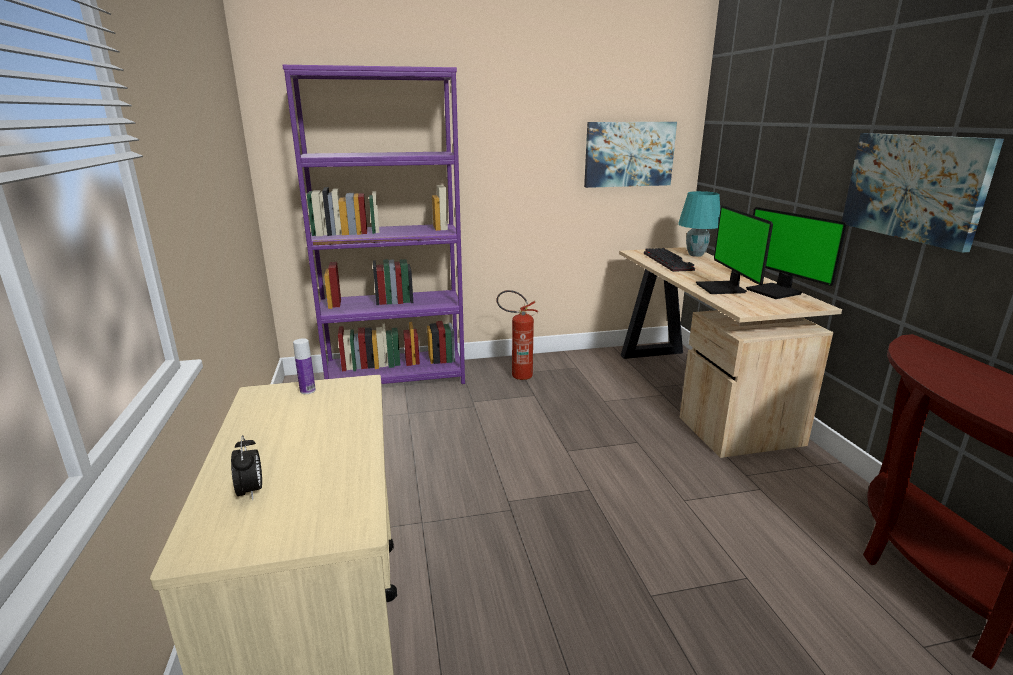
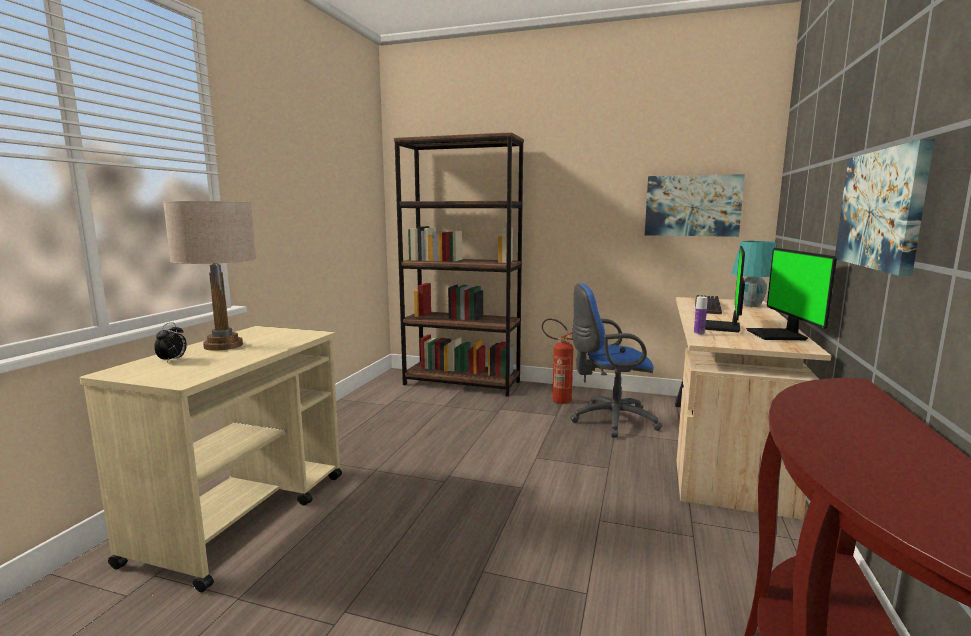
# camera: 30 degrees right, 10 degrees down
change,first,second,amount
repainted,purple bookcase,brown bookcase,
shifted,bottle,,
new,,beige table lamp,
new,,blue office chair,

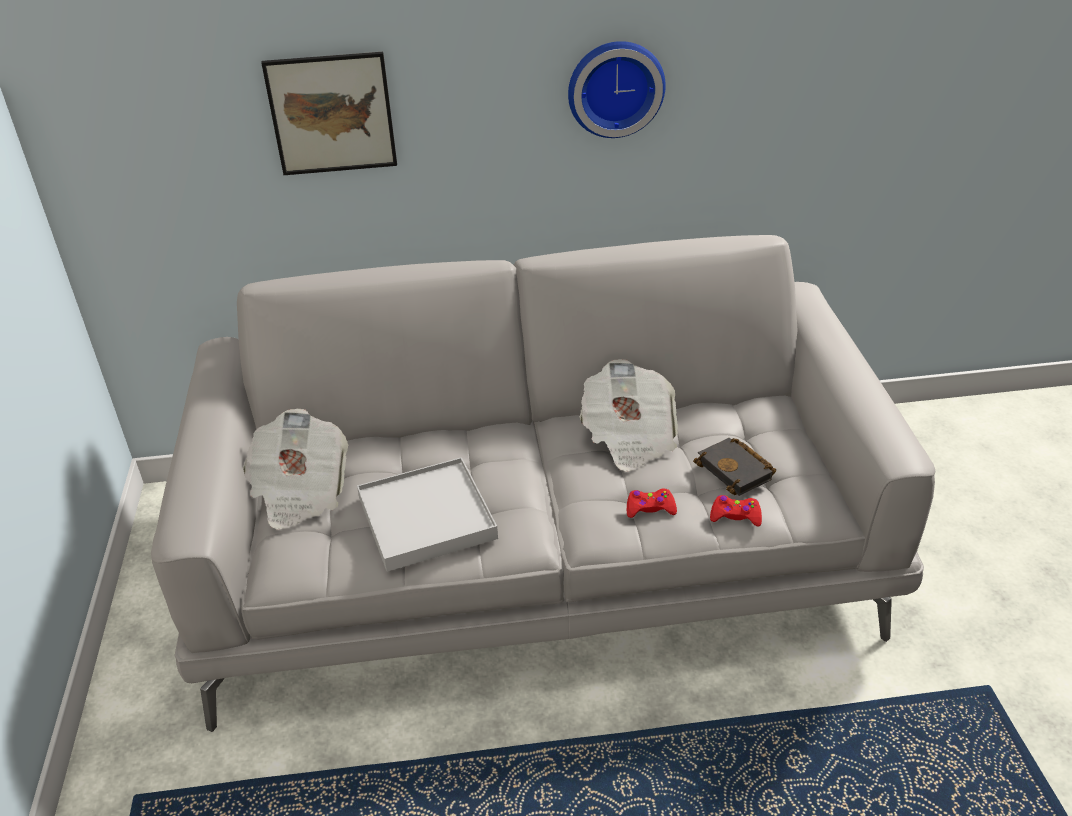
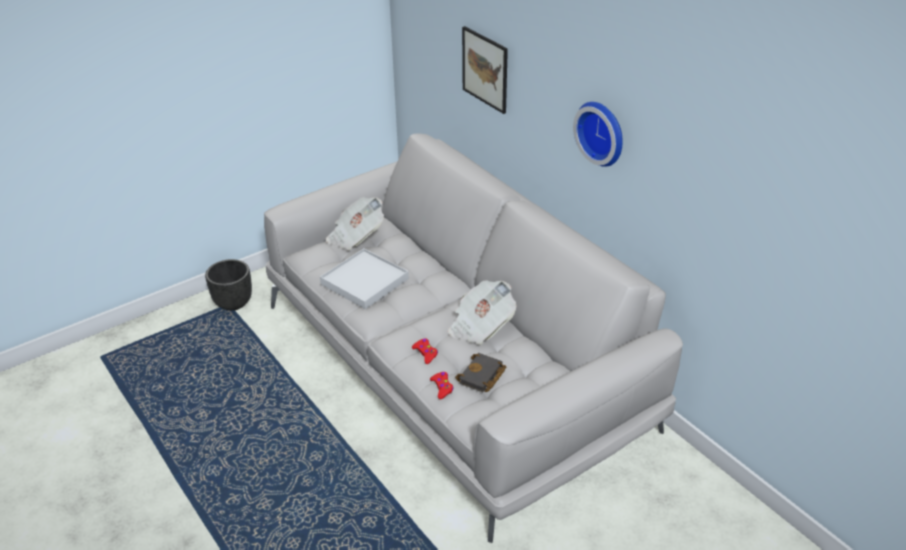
# camera: 60 degrees right, 0 degrees up
change,first,second,amount
new,,black planter,

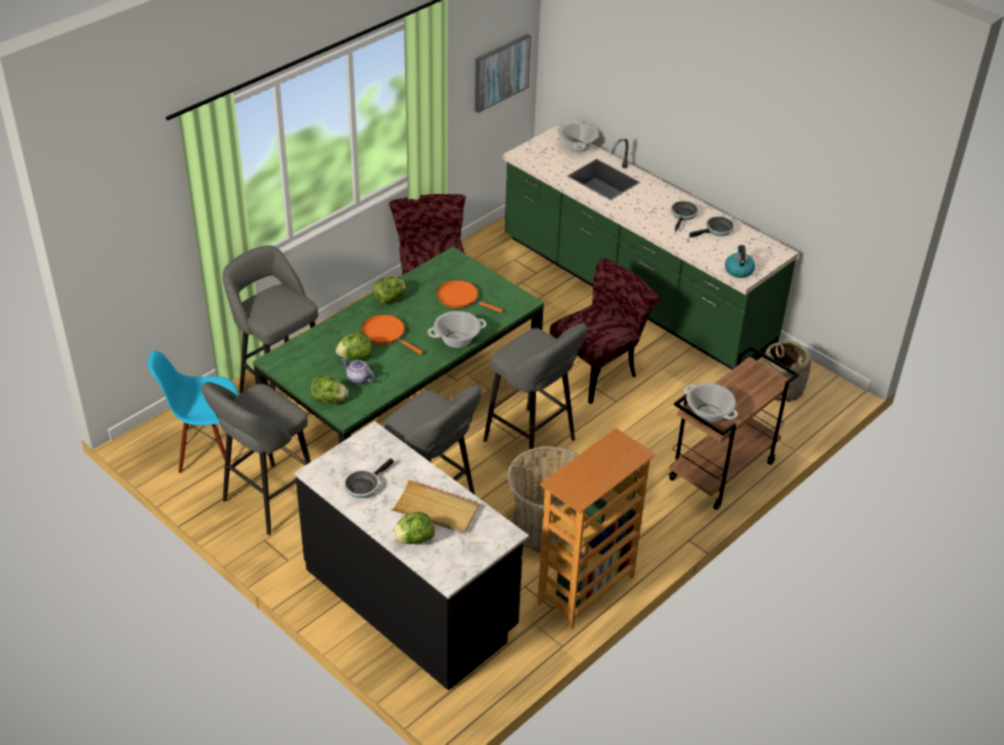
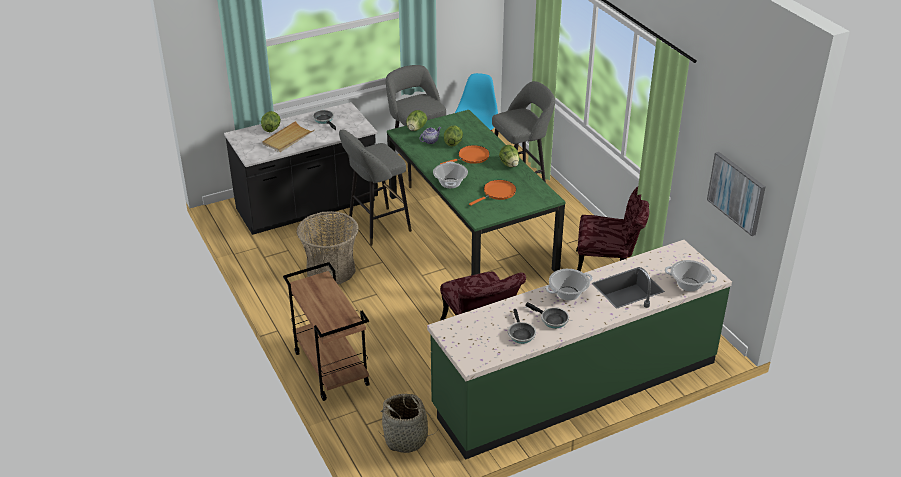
# camera: 110 degrees right, 5 degrees down
change,first,second,amount
gone,grey stool (no. 4 from left),,
gone,bookcase,,
shifted,cooking pot (no. 3 from left in the first image),cooking pot (no. 2 from left),
gone,kettle,,

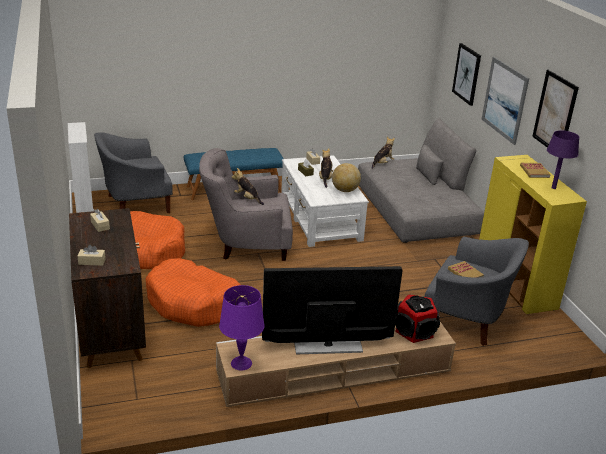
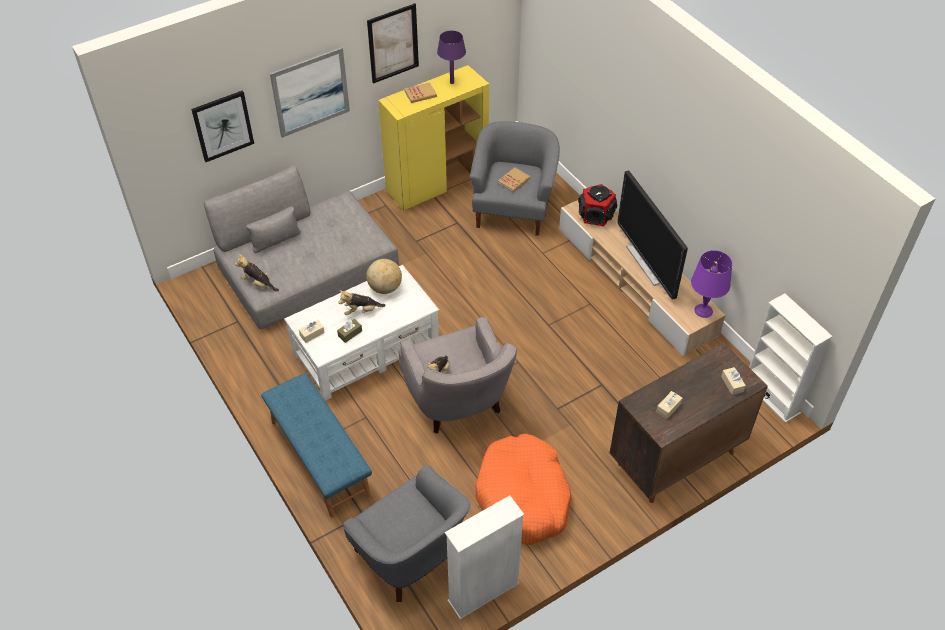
# camera: 105 degrees left, 20 degrees up
change,first,second,amount
gone,orange dog bed (no. 2 from left),,
new,,white bookcase (no. 2 from left),

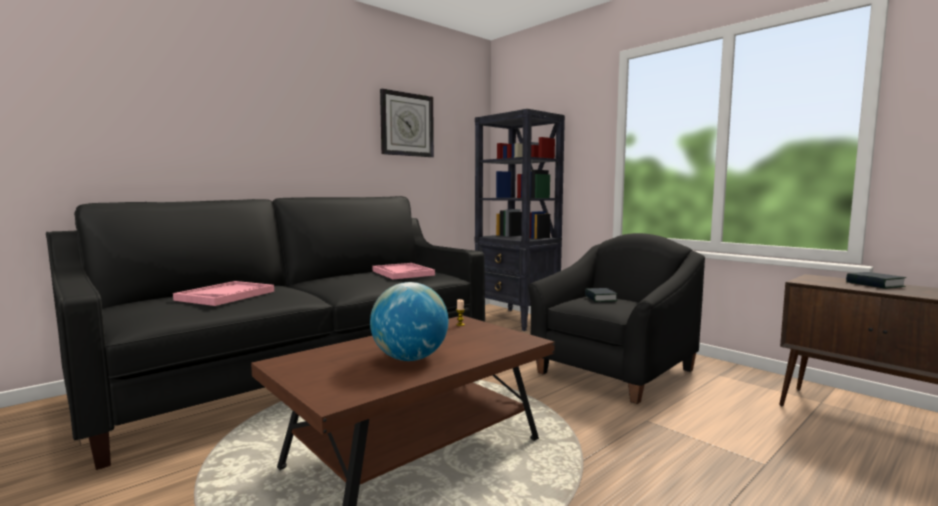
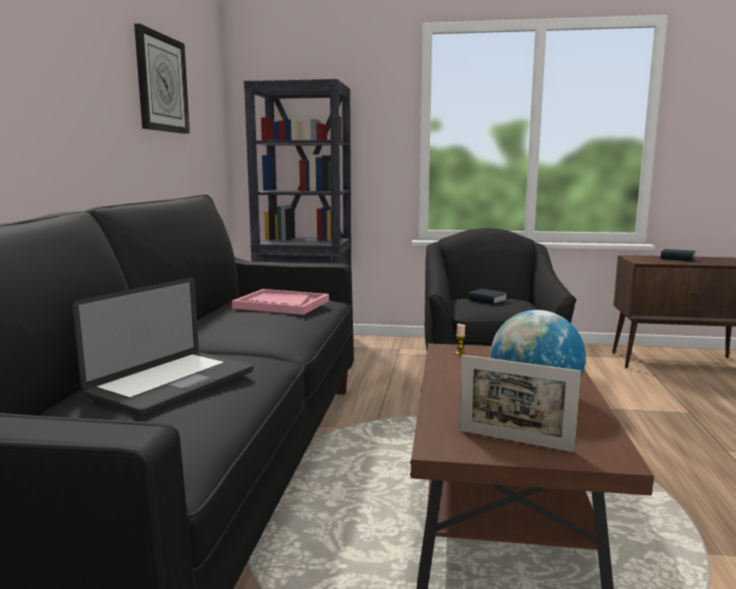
# camera: 40 degrees left, 5 degrees up
change,first,second,amount
swapped,pink tray (no. 1 from left),laptop,
new,,picture frame,

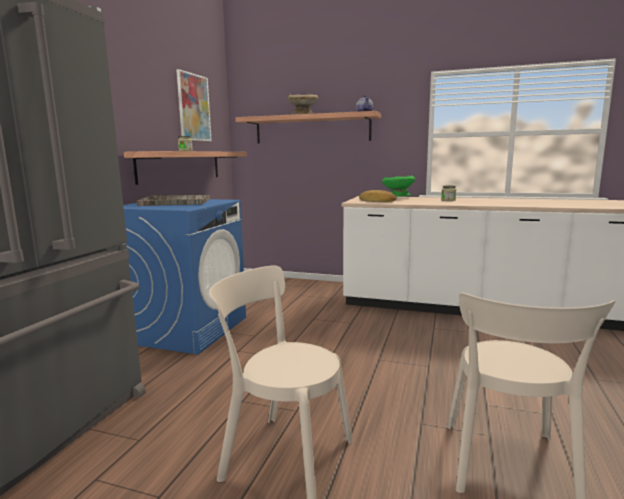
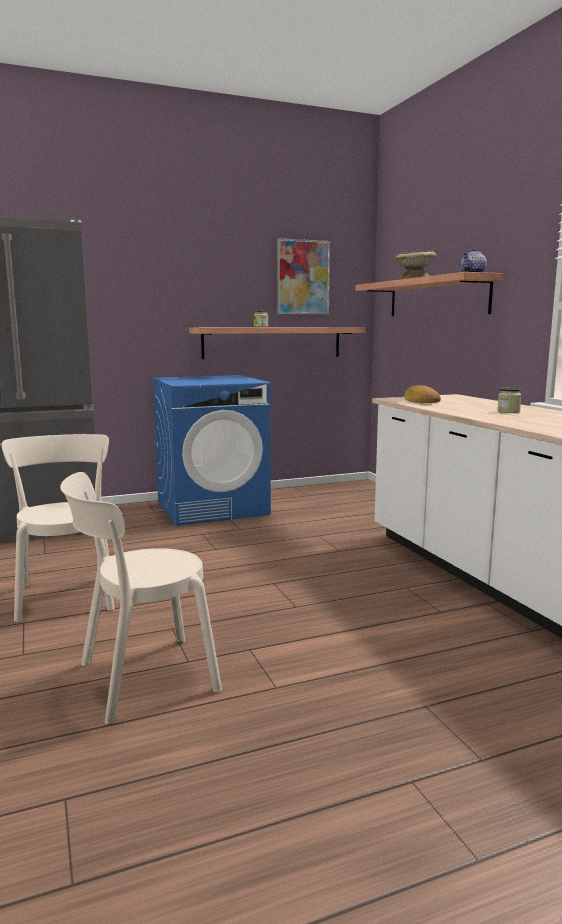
# camera: 50 degrees right, 0 degrees up
change,first,second,amount
gone,grey tray,,
gone,green bowl,,

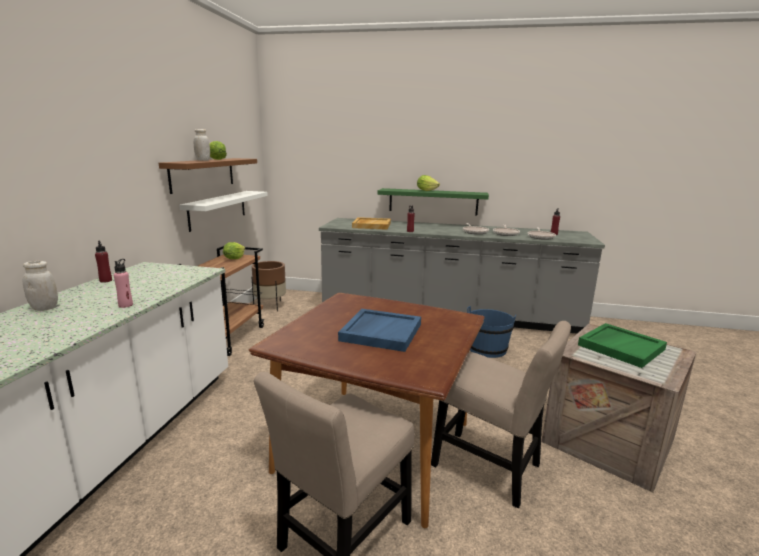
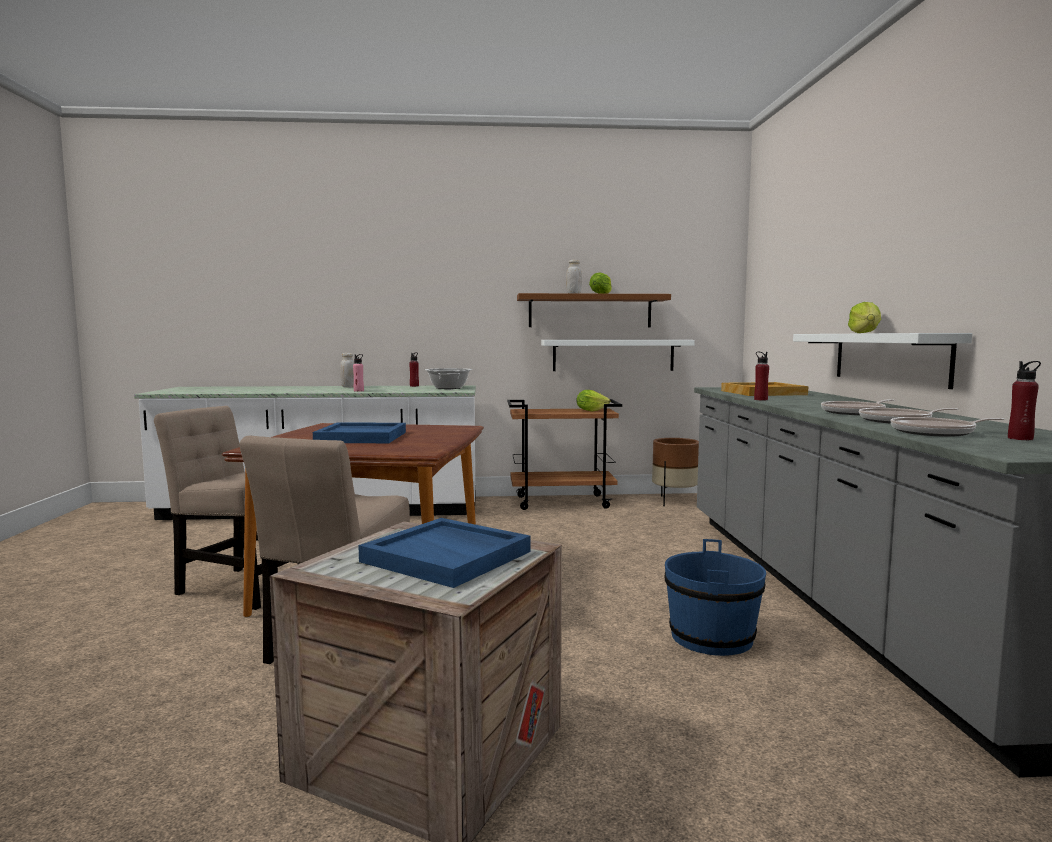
# camera: 75 degrees right, 10 degrees down
change,first,second,amount
repainted,green shelf,white shelf (no. 2 from left),
repainted,green tray,blue tray (no. 2 from left),
new,,cooking pot,

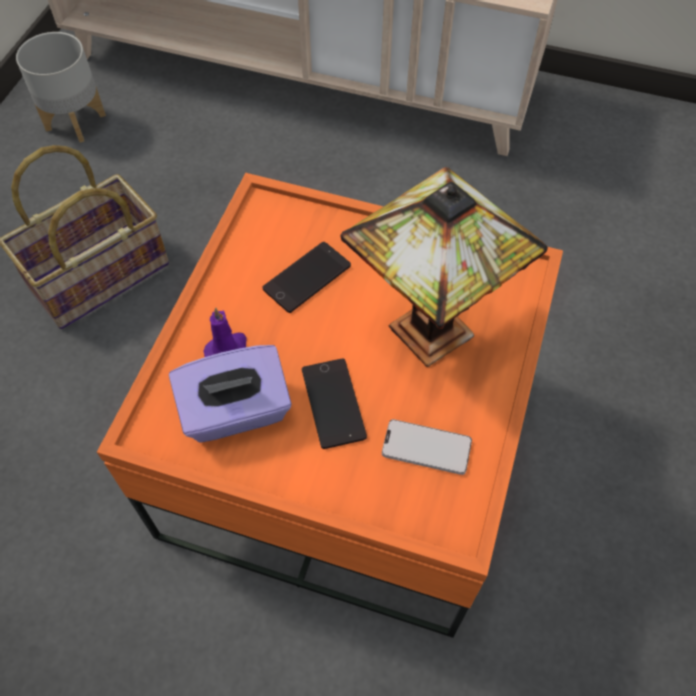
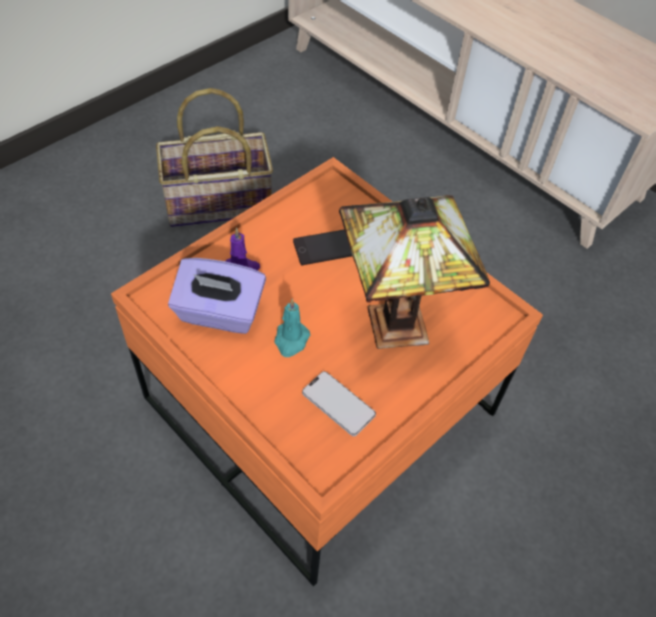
# camera: 25 degrees right, 5 degrees down
change,first,second,amount
gone,grey planter,,
swapped,phone (no. 2 from left),turquoise candle,

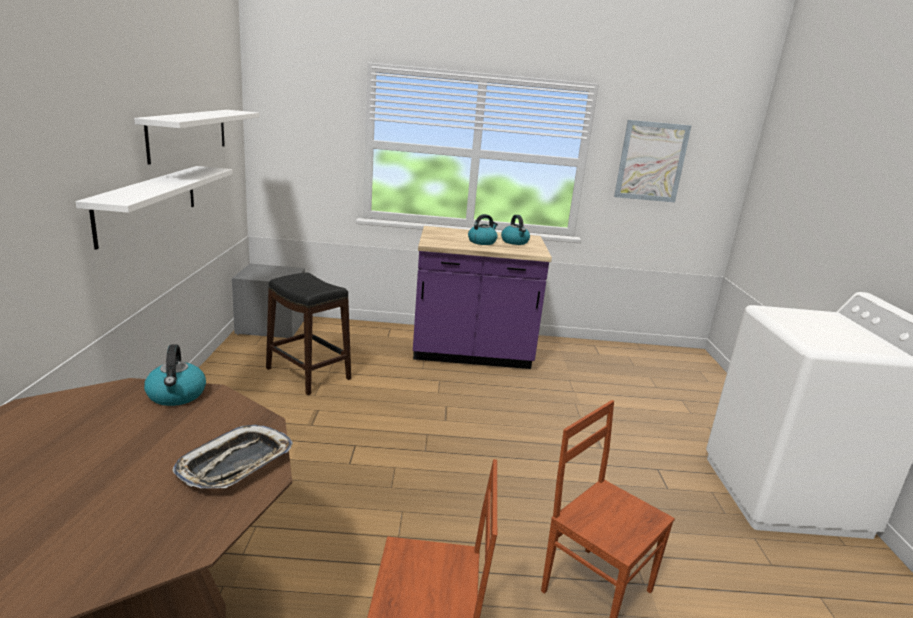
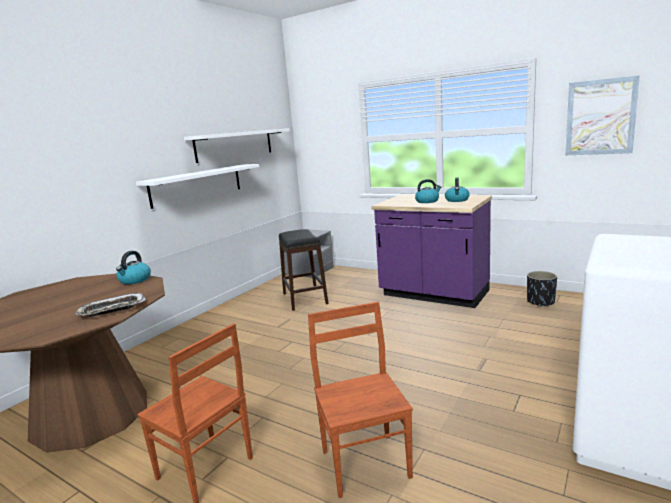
# camera: 35 degrees right, 5 degrees down
change,first,second,amount
new,,black planter,

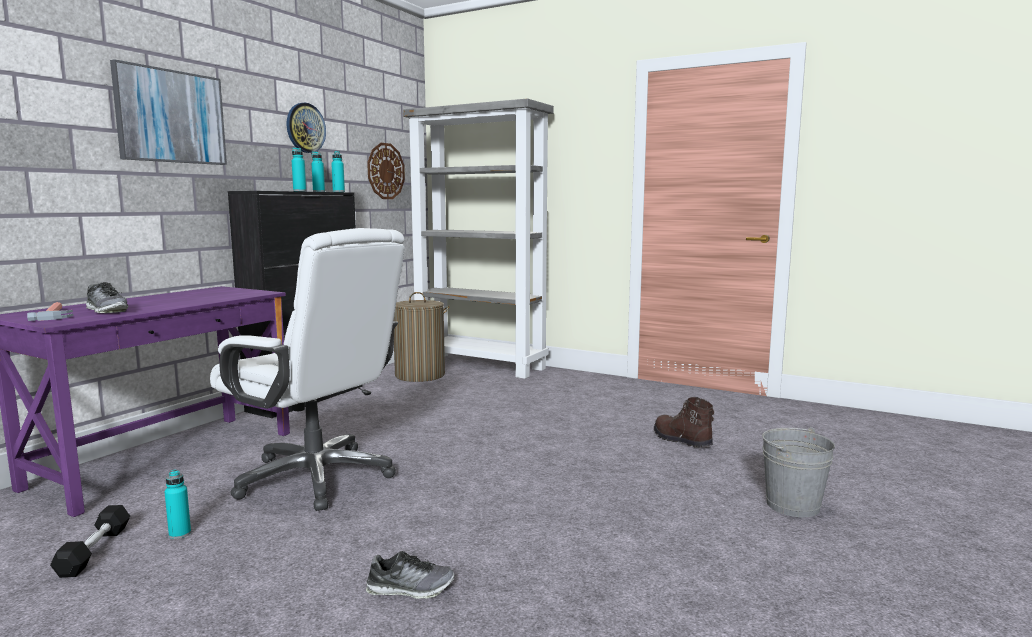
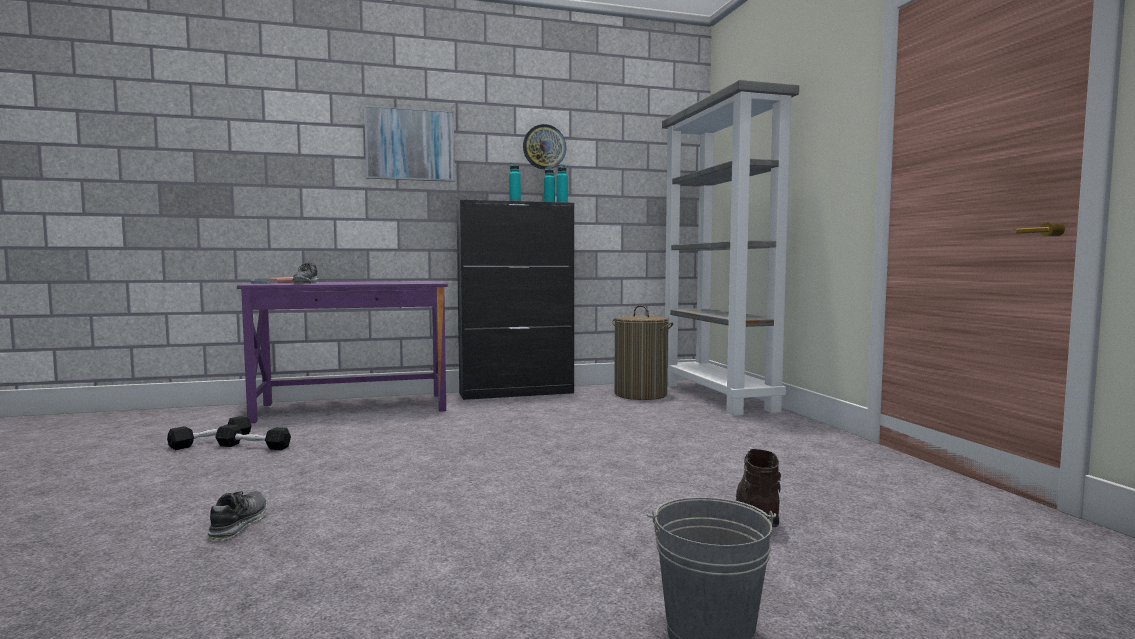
# camera: 45 degrees right, 5 degrees down
change,first,second,amount
swapped,turquoise bottle (no. 1 from left),black dumbbell (no. 2 from left),
gone,white office chair,,
rotated,shoe (no. 2 from left in the first image),shoe (no. 1 from left),135 degrees counterclockwise
gone,wall clock (no. 2 from left),,

